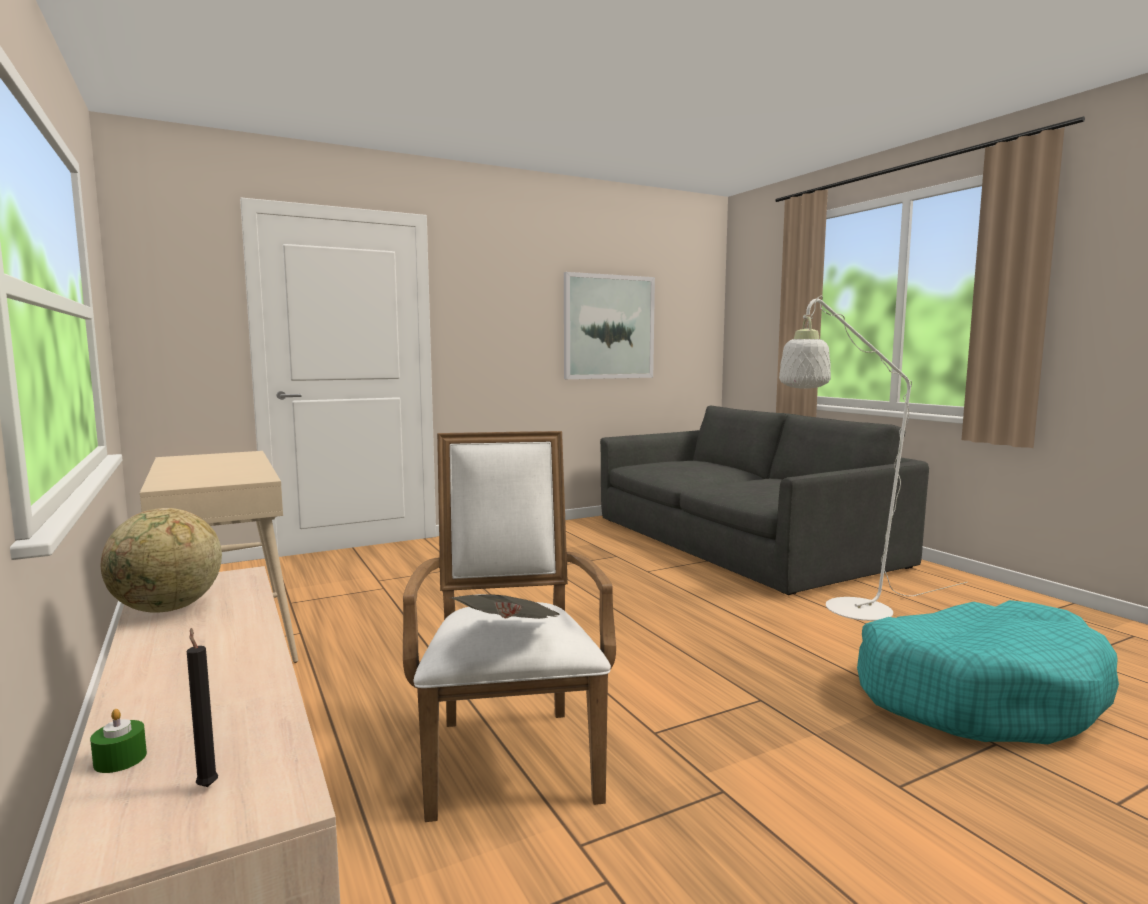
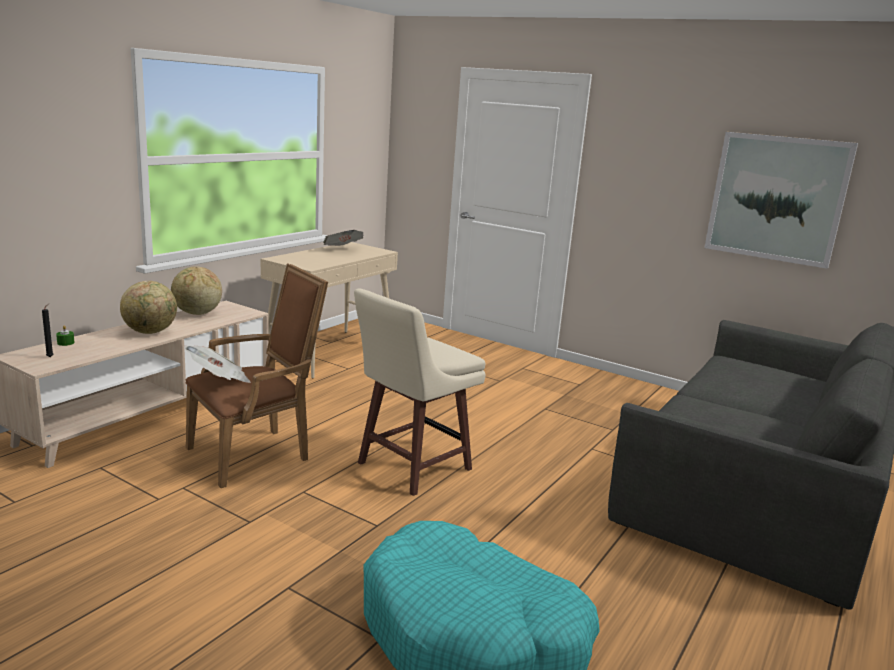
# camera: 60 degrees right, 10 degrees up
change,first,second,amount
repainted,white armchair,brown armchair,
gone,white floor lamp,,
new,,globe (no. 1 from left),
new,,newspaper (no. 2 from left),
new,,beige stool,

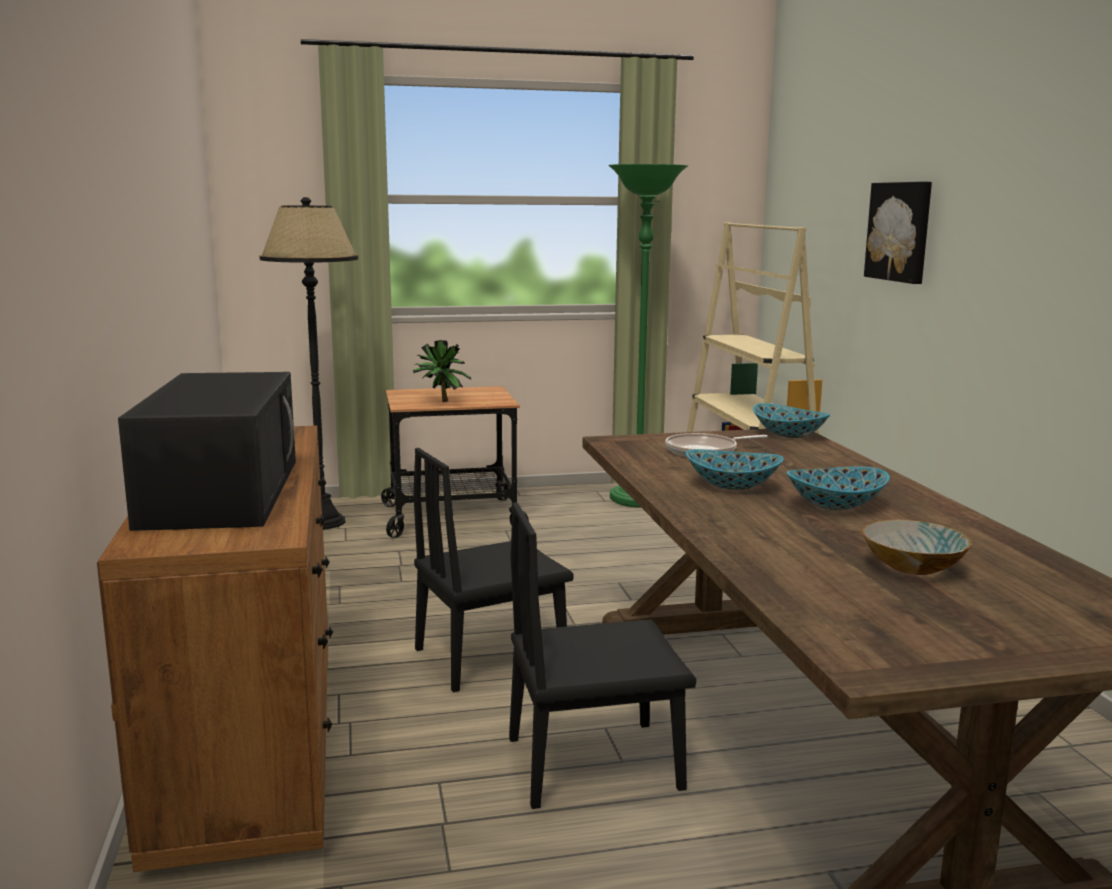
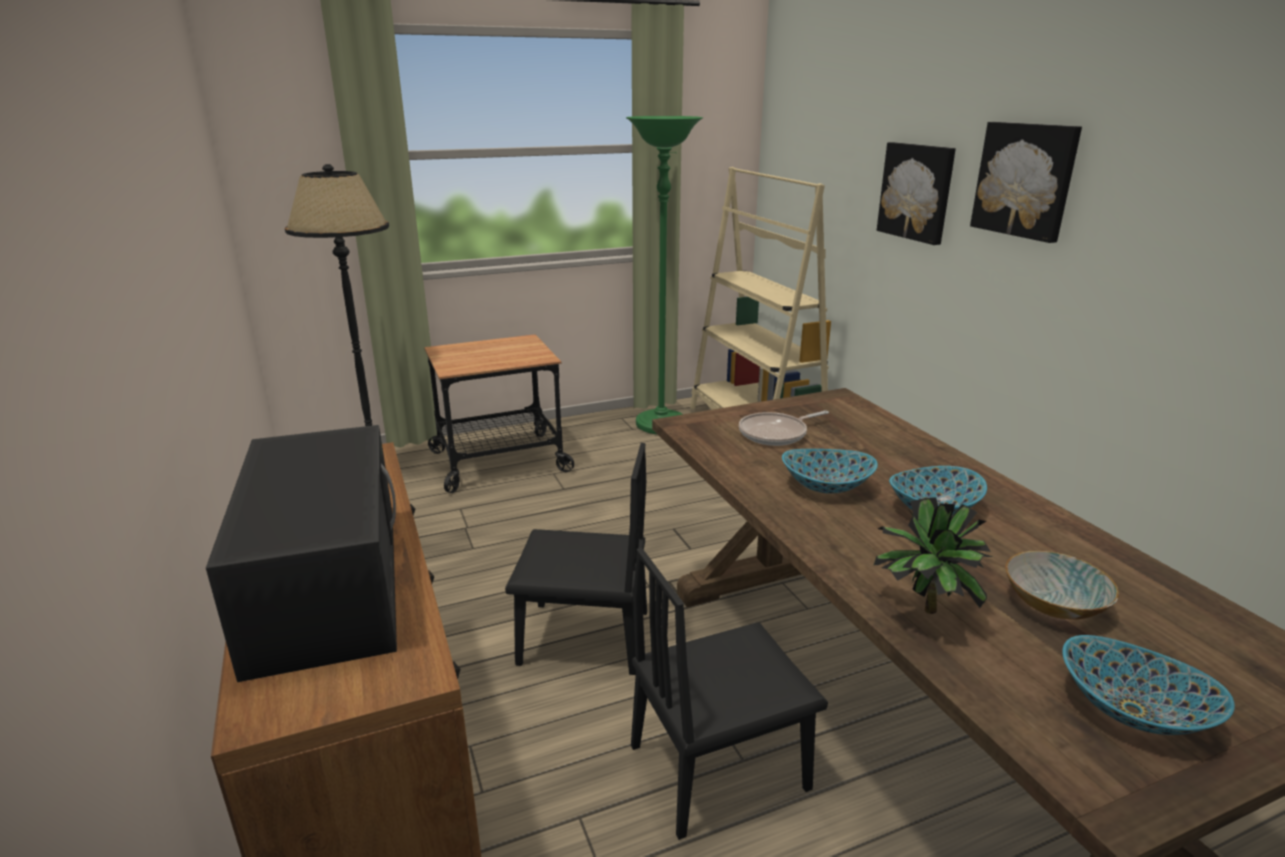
# camera: 10 degrees left, 10 degrees up
change,first,second,amount
shifted,potted plant,,
rotated,black chair (no. 1 from left),,135 degrees counterclockwise
shifted,bowl (no. 2 from left in the first image),bowl (no. 4 from left),
new,,picture (no. 2 from left),

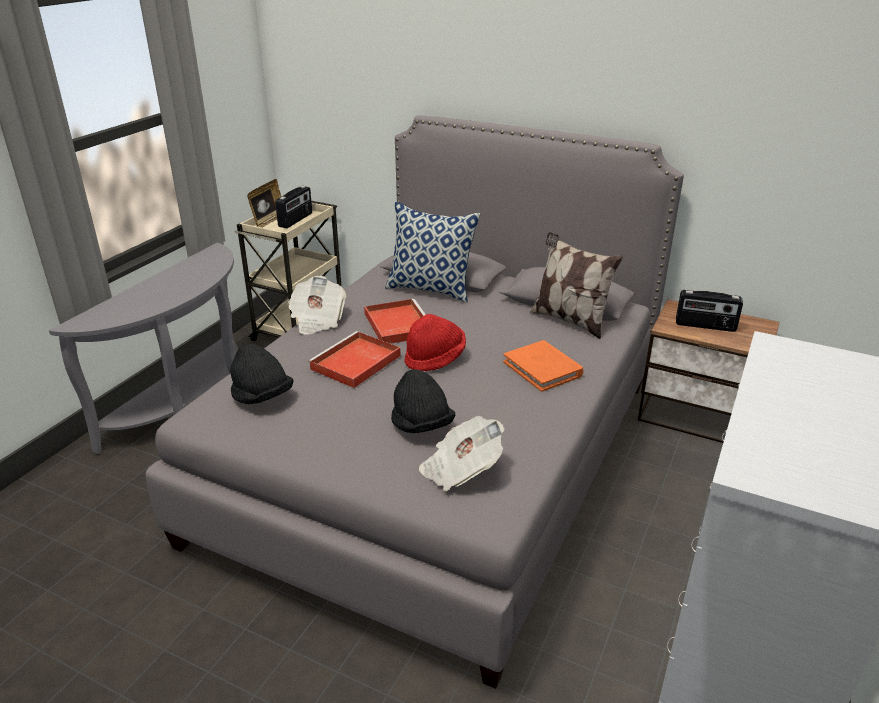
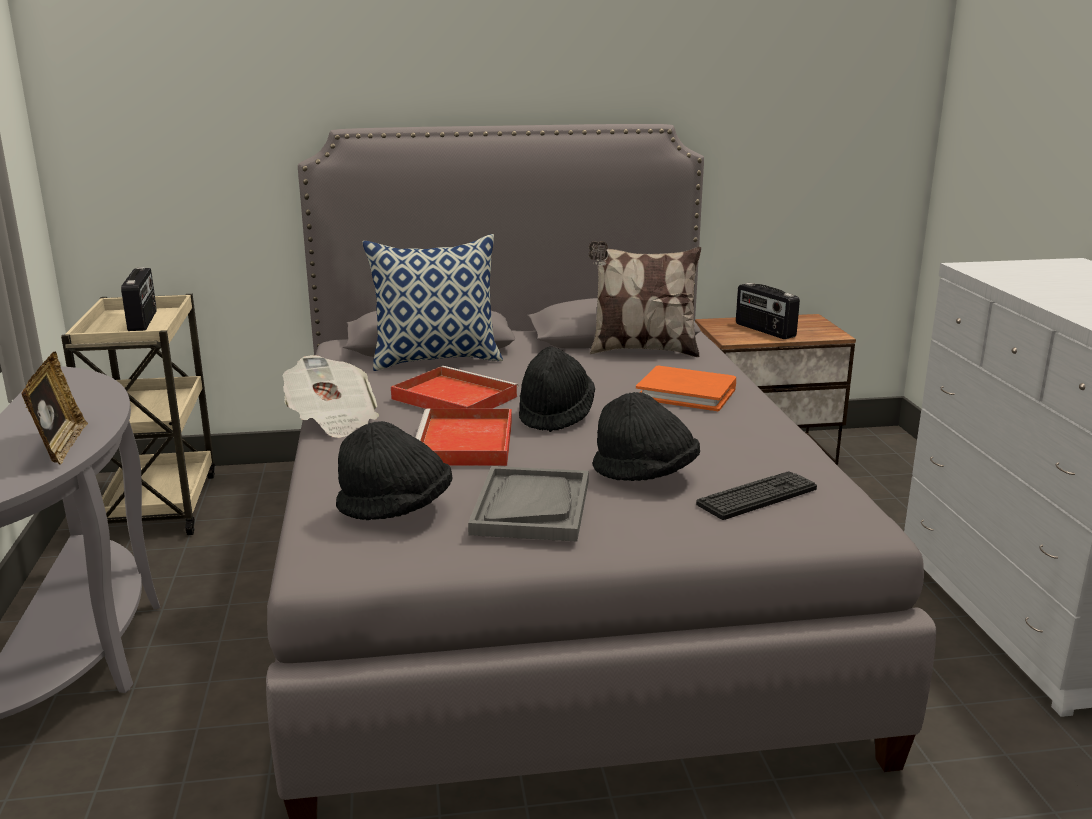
# camera: 35 degrees left, 10 degrees down
change,first,second,amount
shifted,picture frame,,
repainted,red hat,black hat (no. 2 from left),
swapped,newspaper (no. 2 from left),keyboard,
rotated,radio (no. 2 from left),,75 degrees clockwise
new,,grey tray,

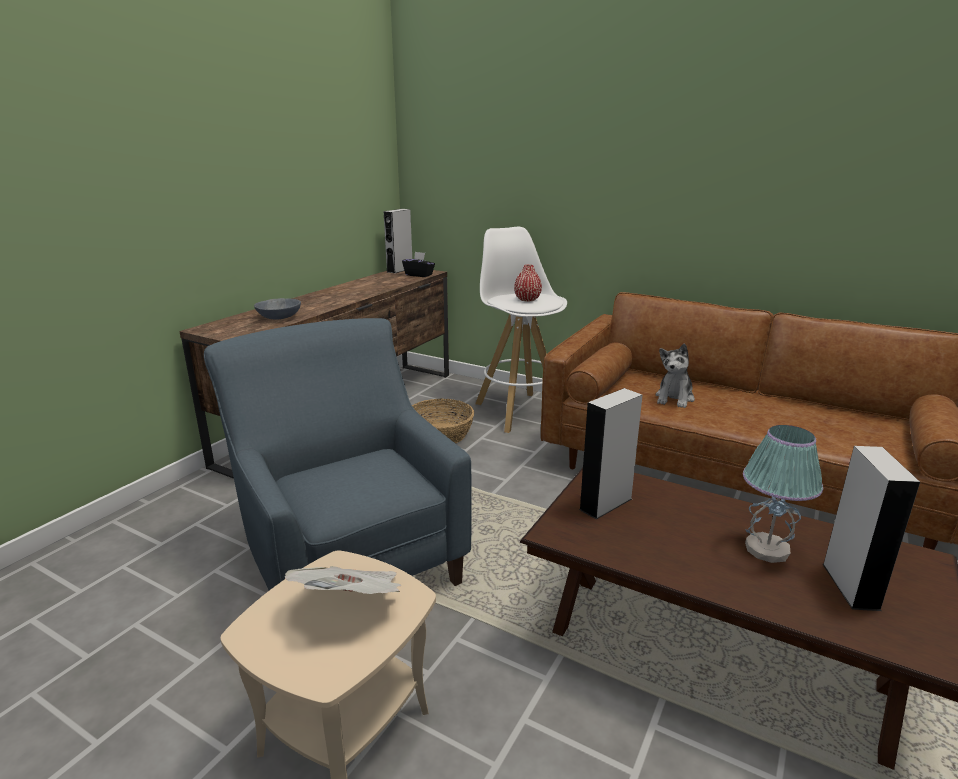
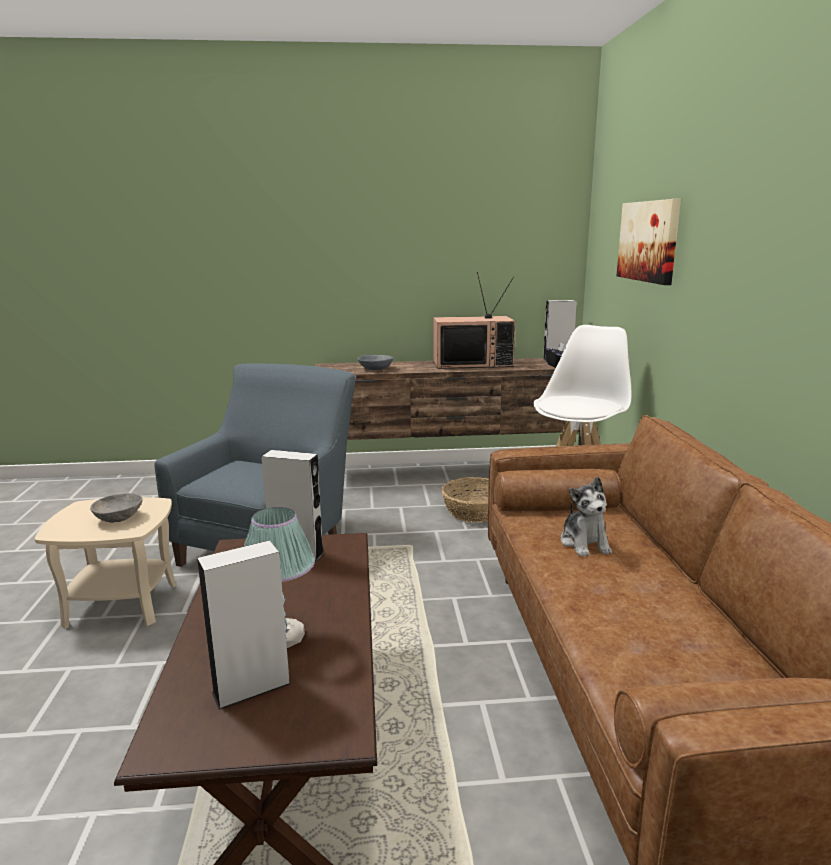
# camera: 55 degrees right, 5 degrees down
change,first,second,amount
swapped,newspaper,grey bowl (no. 1 from left),
gone,red vase,,
rotated,plush toy,,90 degrees counterclockwise
new,,television,
new,,picture,

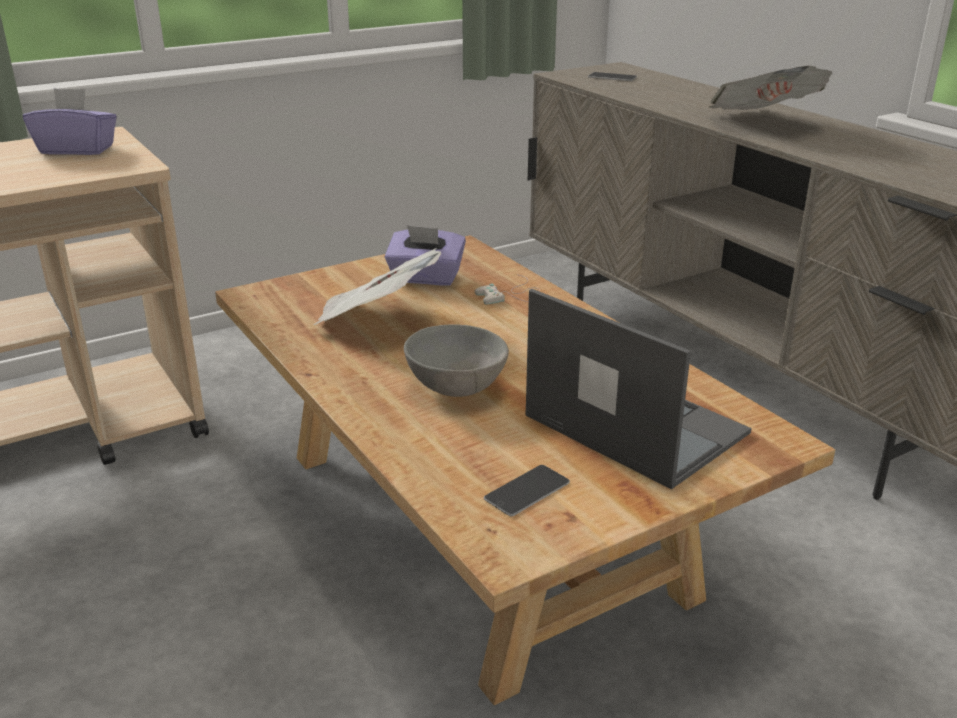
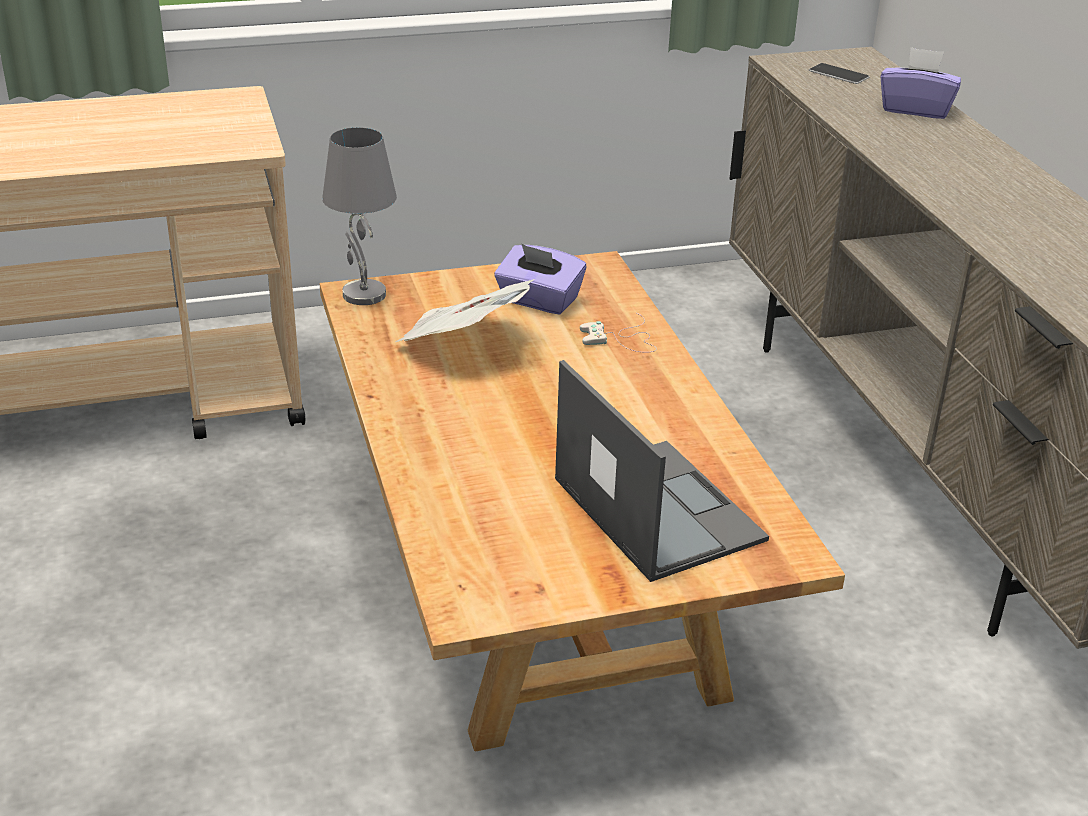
# camera: 15 degrees right, 5 degrees up
change,first,second,amount
shifted,purple tissue box (no. 1 from left in the first image),purple tissue box (no. 2 from left),
gone,grey bowl,,
gone,phone (no. 1 from left),,
gone,newspaper (no. 2 from left),,
new,,grey table lamp,

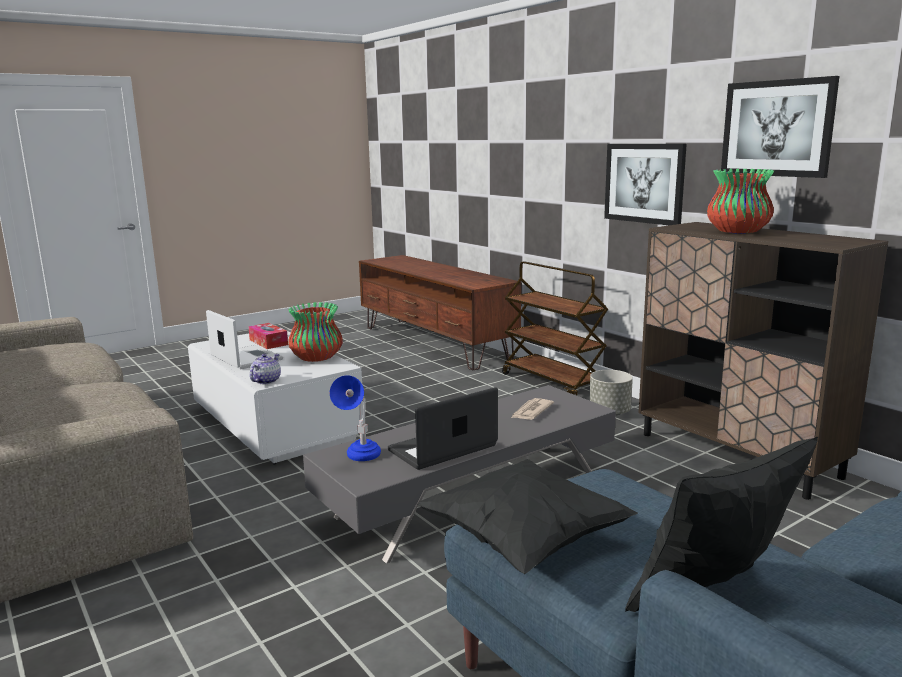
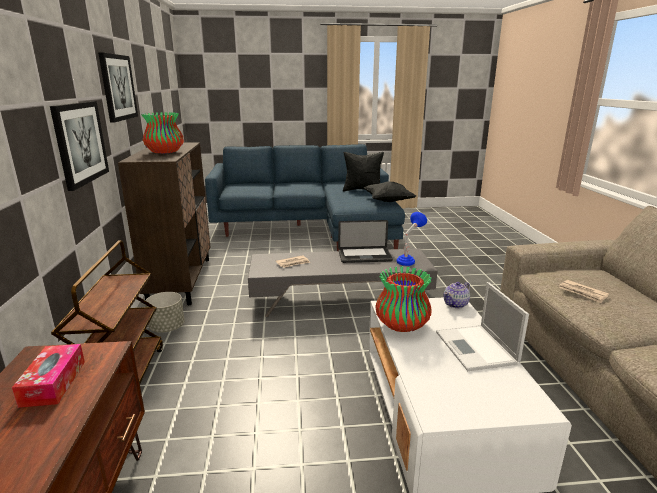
# camera: 150 degrees left, 5 degrees up
change,first,second,amount
shifted,tissue box,,
new,,newspaper (no. 2 from left),

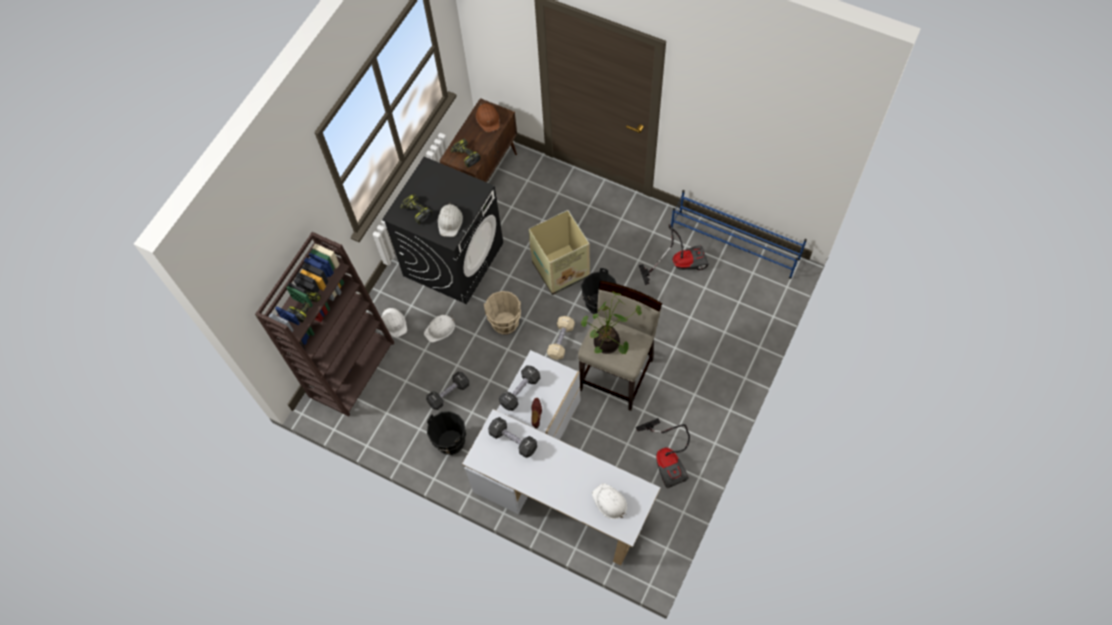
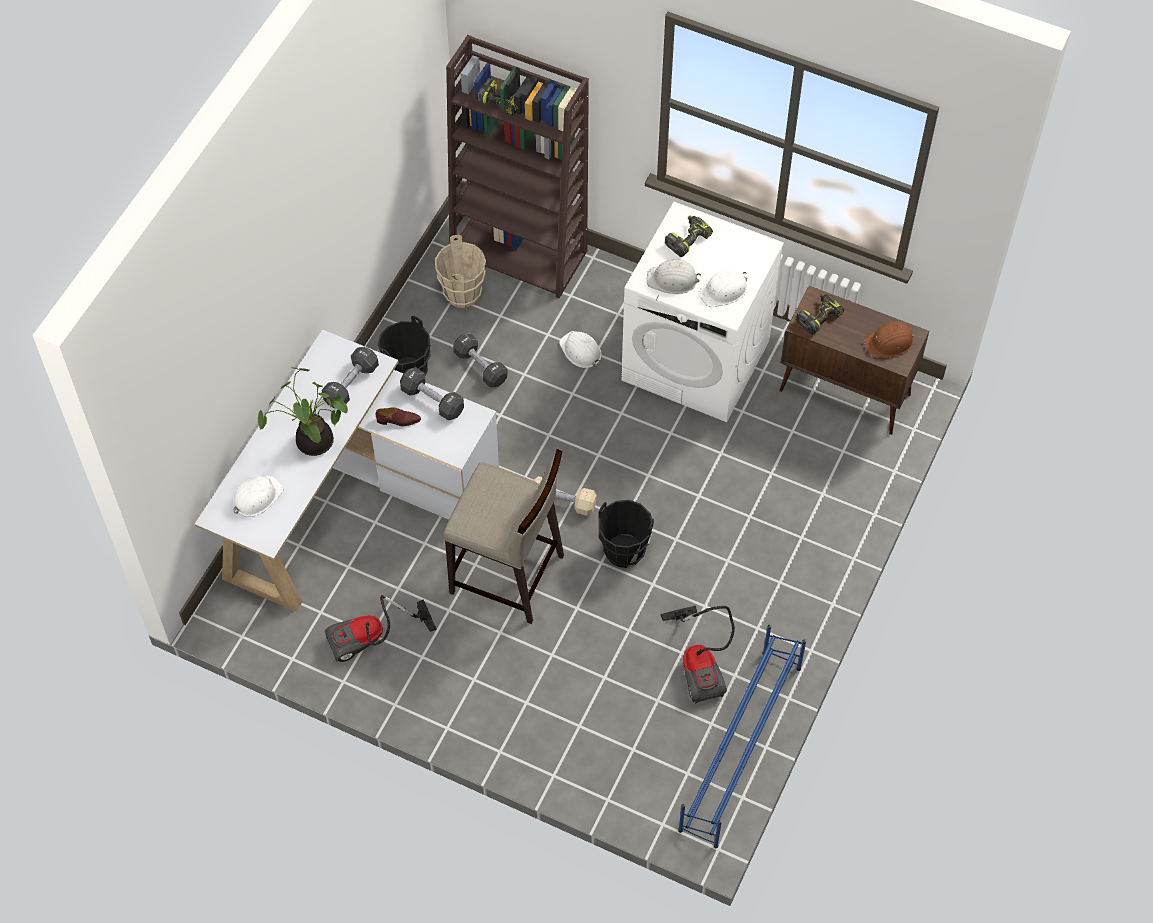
# camera: 85 degrees right, 5 degrees down
change,first,second,amount
shifted,white hard hat (no. 1 from left in the first image),white hard hat (no. 4 from left),
repainted,black washing machine,white washing machine,
shifted,beige bucket,,
gone,cardboard box,,
shifted,potted plant,,

